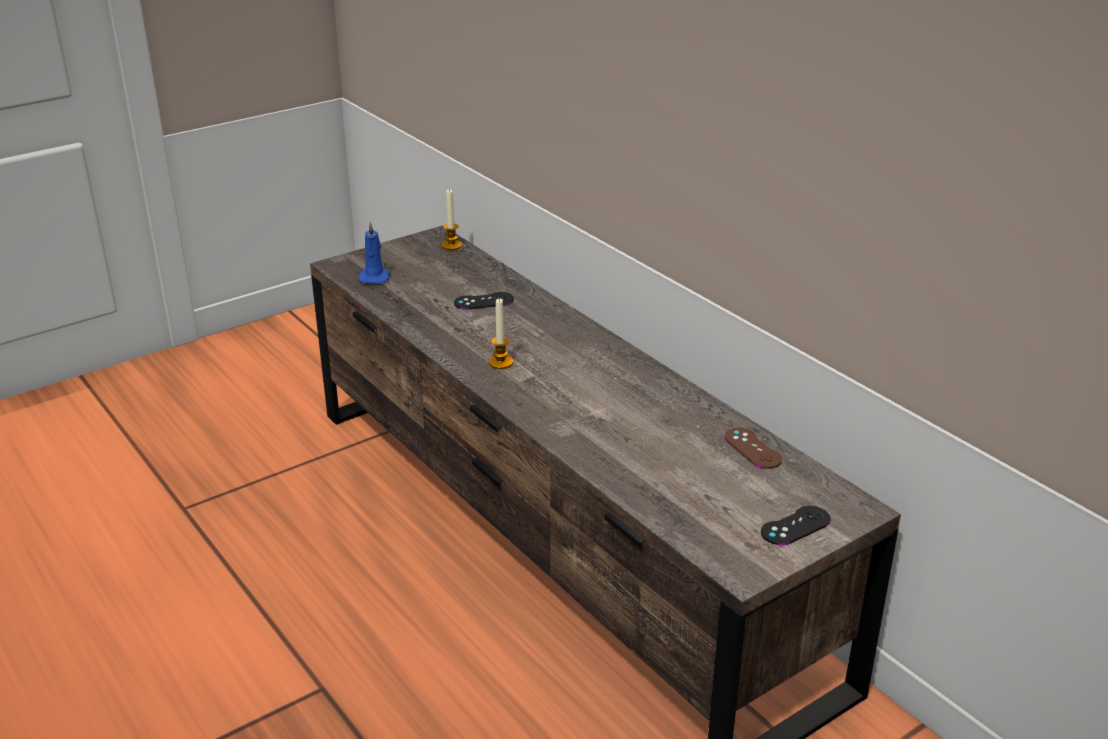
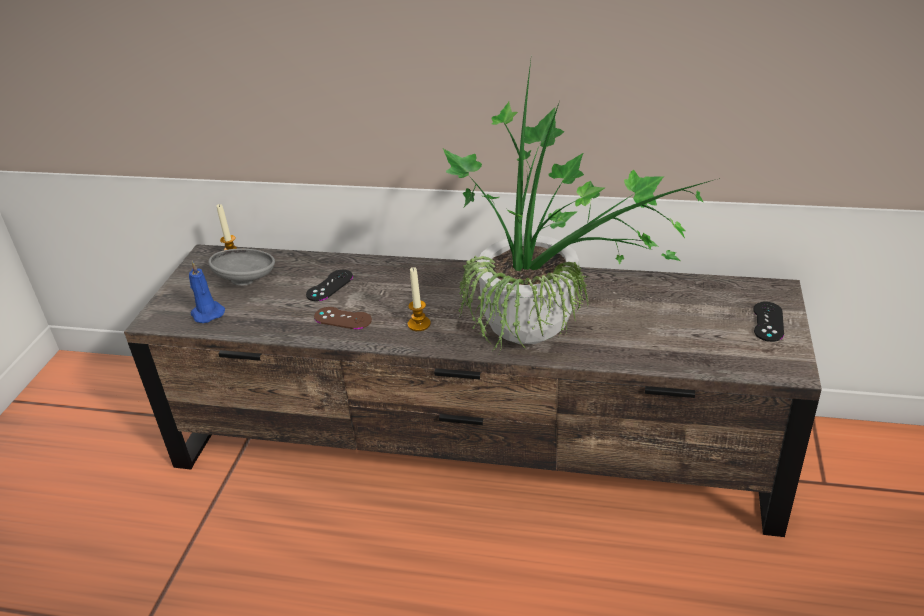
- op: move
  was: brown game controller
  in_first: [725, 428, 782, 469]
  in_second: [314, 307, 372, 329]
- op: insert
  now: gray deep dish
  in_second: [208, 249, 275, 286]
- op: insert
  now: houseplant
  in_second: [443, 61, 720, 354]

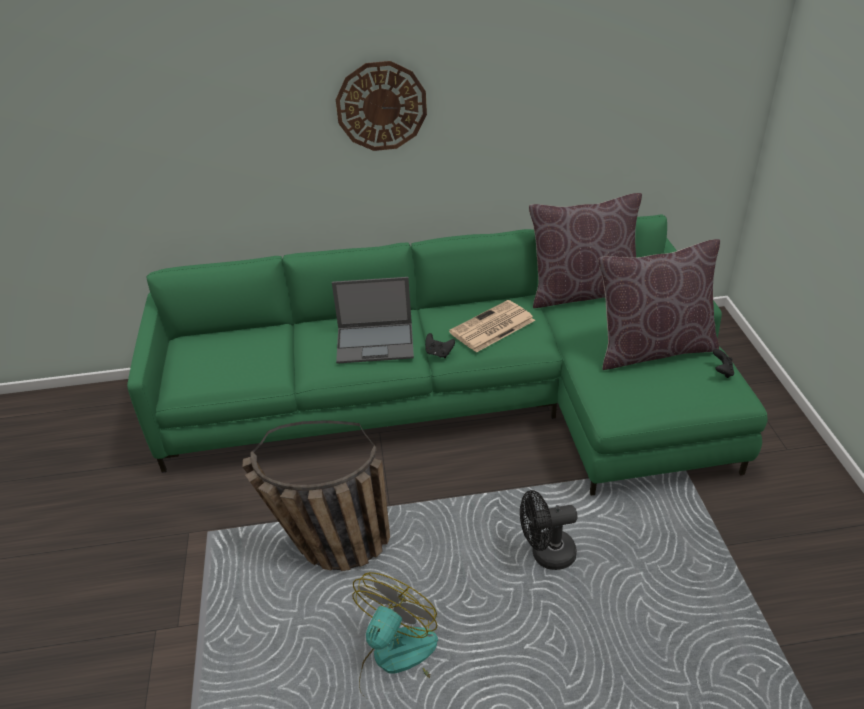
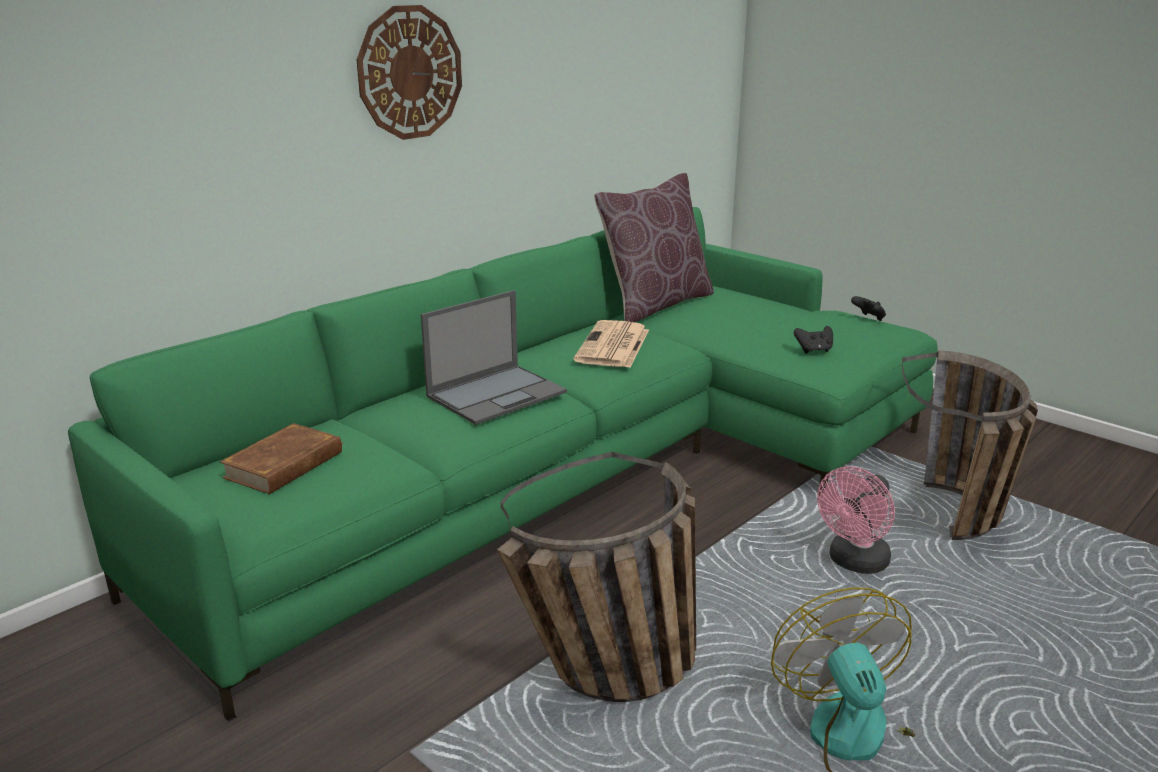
- op: move
  was: black game controller
  in_first: [425, 333, 455, 358]
  in_second: [794, 326, 833, 354]
- op: recolor
  was: black electric fan
  now: pinkish electric fan
  in_first: [520, 490, 578, 570]
  in_second: [817, 466, 895, 574]
- op: delete
  was: brown cushion
  in_first: [598, 239, 720, 370]
- op: insert
  now: brown book
  in_second: [220, 423, 343, 494]
- op: insert
  now: basket
  in_second: [902, 350, 1038, 540]

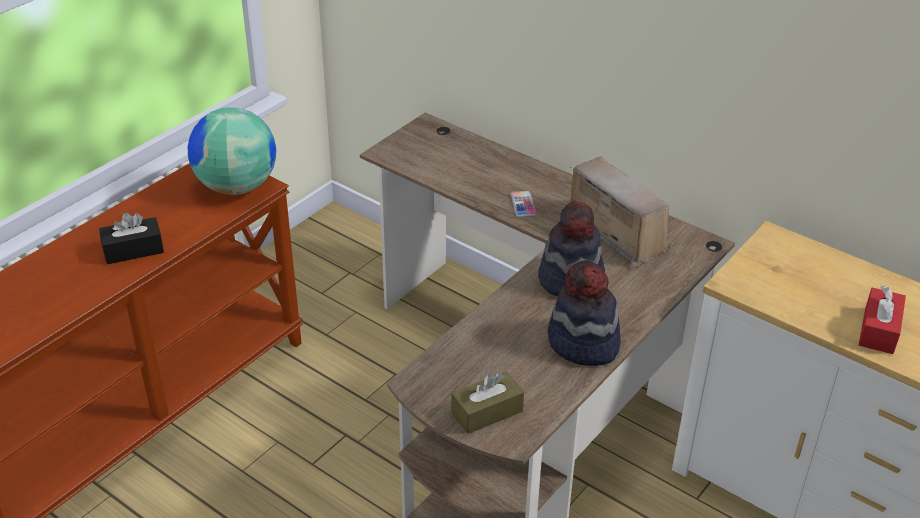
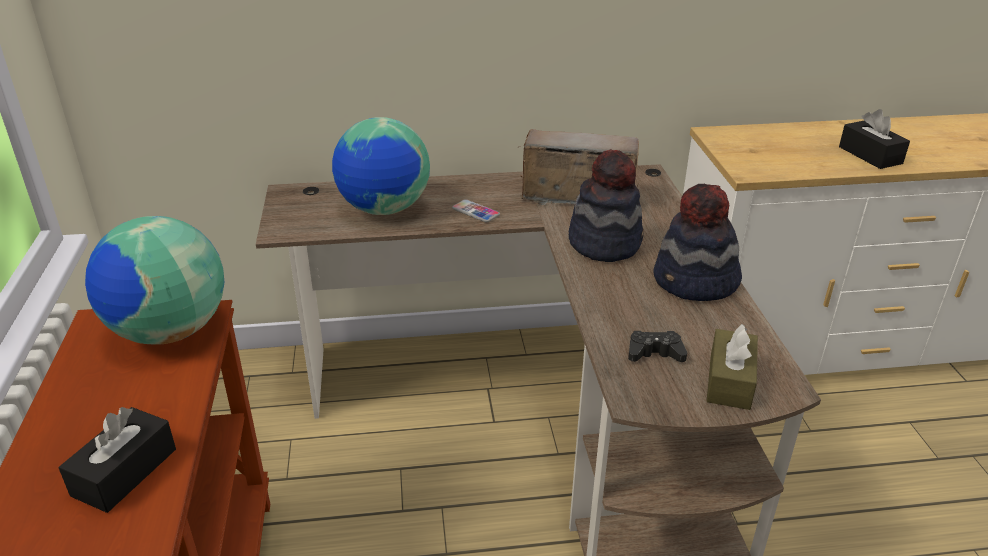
- op: recolor
  was: red-coloured box of tissues
  now: black box of tissues
  in_first: [859, 286, 906, 354]
  in_second: [839, 109, 910, 169]
- op: insert
  now: world globe
  in_second: [332, 117, 430, 215]
- op: insert
  now: black game controller
  in_second: [628, 331, 687, 362]

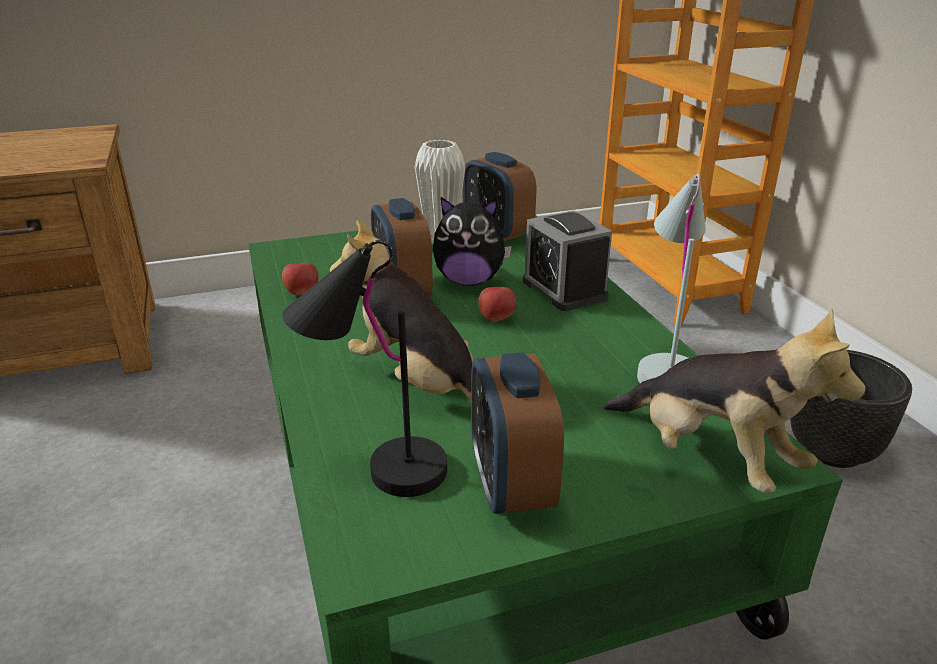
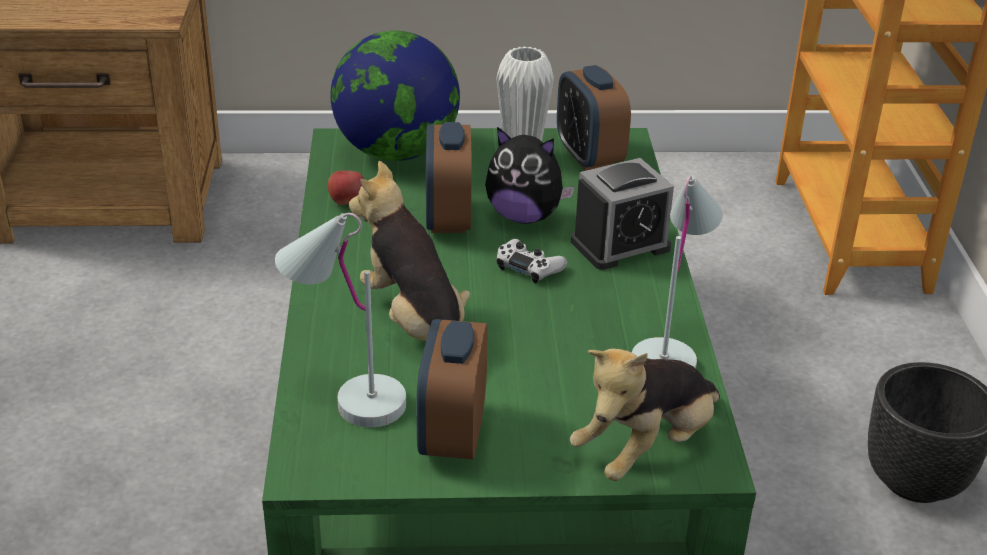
- op: recolor
  was: black table lamp
  now: white-coloured table lamp
  in_first: [282, 240, 447, 497]
  in_second: [275, 213, 406, 427]
- op: replace
  was: whole apple
  now: white-coloured game controller
  in_first: [478, 287, 516, 322]
  in_second: [496, 239, 567, 284]
- op: rotate
  was: bedside clock
  in_first: [523, 210, 612, 311]
  in_second: [571, 158, 674, 270]
  clockwise: -105
- op: rotate
  was: plush toy
  in_first: [603, 308, 866, 493]
  in_second: [570, 349, 720, 481]
  clockwise: 75
- op: insert
  now: world globe
  in_second: [330, 31, 460, 161]

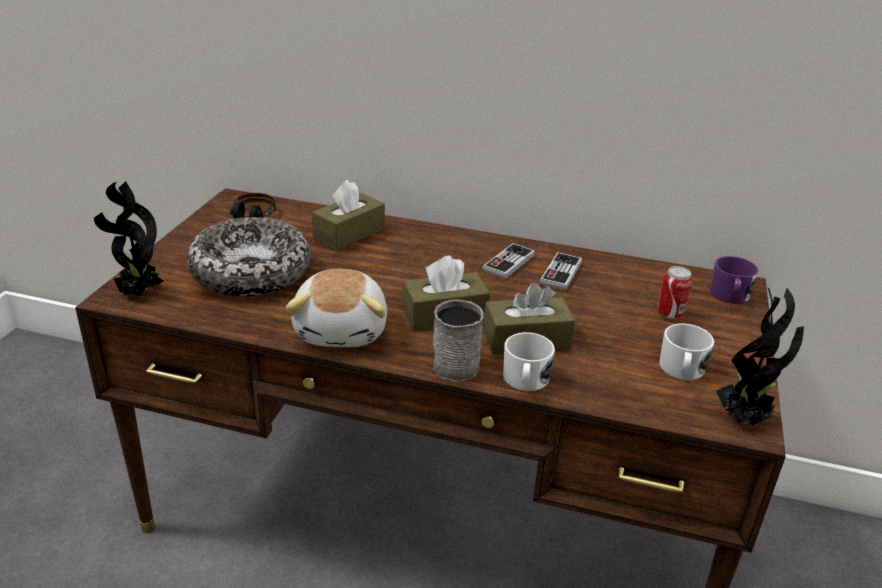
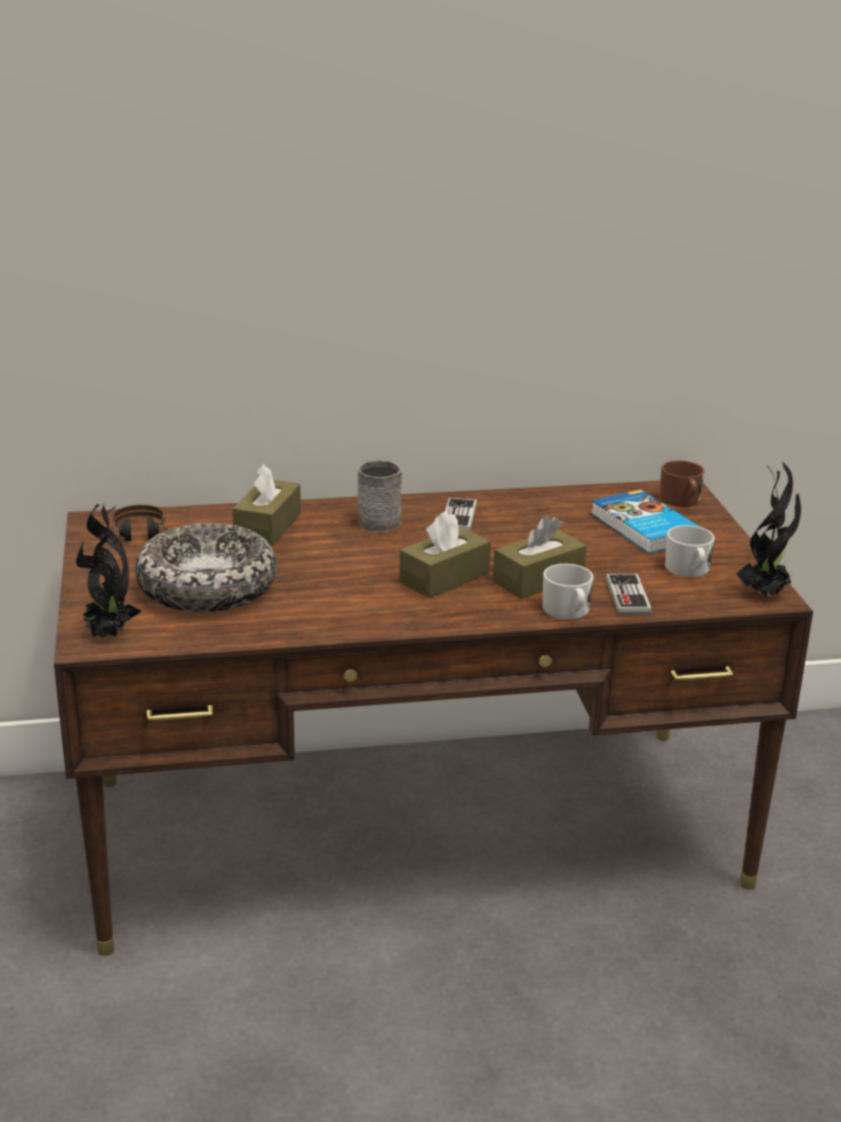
- op: delete
  was: plush toy
  in_first: [286, 269, 387, 347]
- op: move
  was: gray mug
  in_first: [433, 300, 484, 382]
  in_second: [357, 460, 402, 532]
- op: move
  was: game controller
  in_first: [540, 252, 582, 290]
  in_second: [606, 574, 651, 615]
- op: replace
  was: can
  now: book
  in_first: [657, 266, 692, 320]
  in_second: [591, 490, 700, 553]
- op: recolor
  was: purple-coloured mug
  now: brown mug
  in_first: [710, 256, 759, 304]
  in_second: [660, 461, 705, 507]

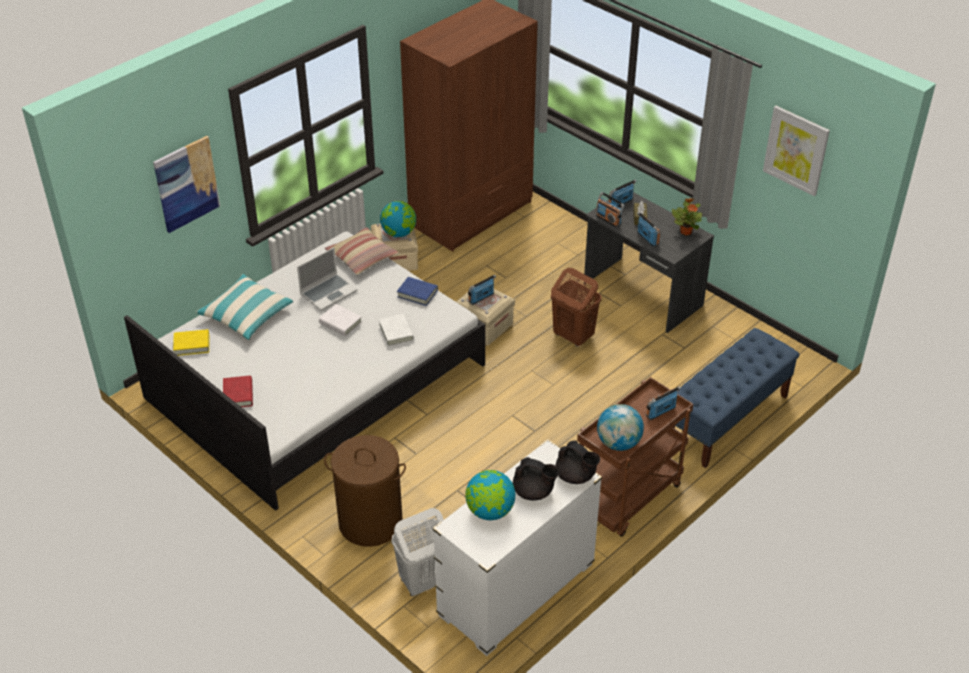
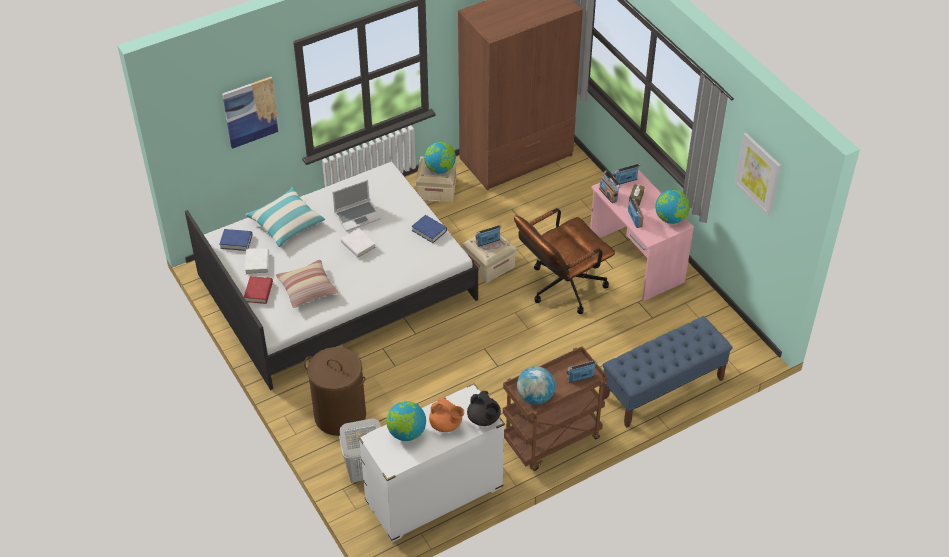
- op: recolor
  was: yellow-coloured book
  now: bluish book
  in_first: [173, 329, 209, 356]
  in_second: [220, 229, 252, 251]
- op: move
  was: cushion
  in_first: [325, 227, 399, 275]
  in_second: [276, 260, 339, 308]
- op: move
  was: white-coloured book
  in_first: [379, 314, 414, 347]
  in_second: [245, 248, 269, 274]
- op: recolor
  was: black tea pot
  now: orangey tea pot
  in_first: [513, 457, 559, 500]
  in_second: [429, 397, 464, 432]
- op: replace
  was: brown hamper
  now: brown computer chair
  in_first: [551, 268, 601, 347]
  in_second: [514, 208, 615, 314]
- op: recolor
  was: gray desk
  now: pinkish desk
  in_first: [584, 192, 714, 333]
  in_second: [590, 170, 694, 301]
- op: replace
  was: houseplant
  now: world globe
  in_first: [672, 198, 702, 235]
  in_second: [655, 190, 690, 224]

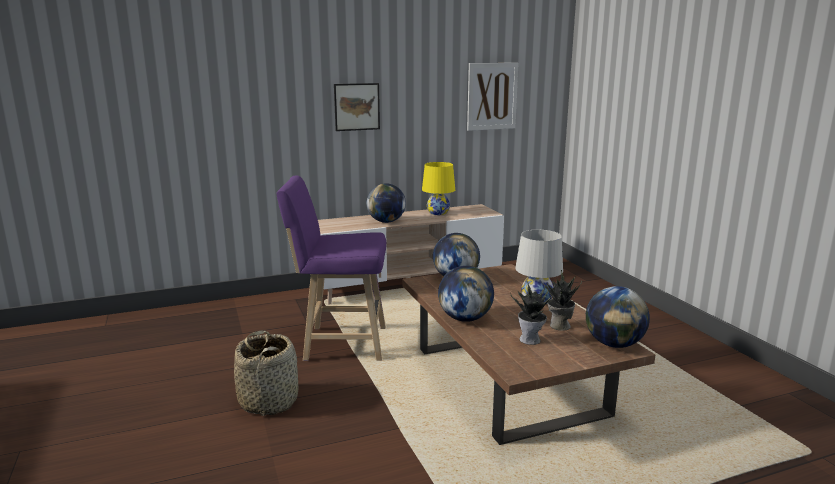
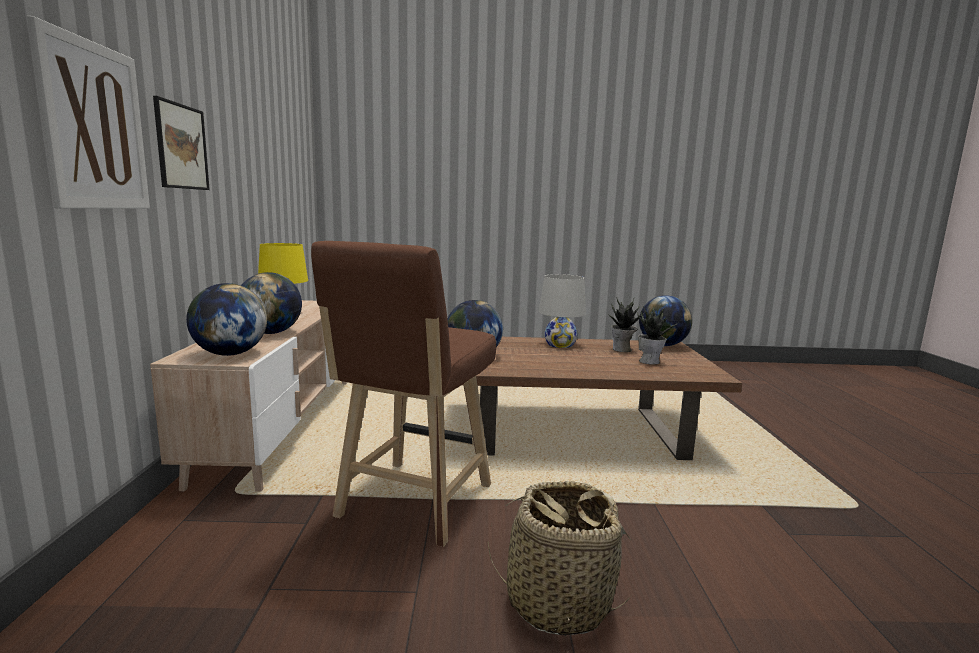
- op: recolor
  was: purple-coloured stool seat
  now: brown stool seat
  in_first: [277, 175, 386, 361]
  in_second: [311, 241, 496, 547]
- op: move
  was: world globe
  in_first: [438, 266, 494, 322]
  in_second: [186, 283, 267, 356]
- op: move
  was: picture
  in_first: [467, 63, 519, 131]
  in_second: [27, 16, 150, 209]

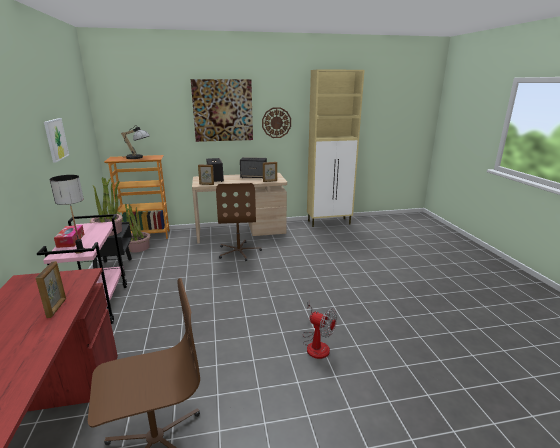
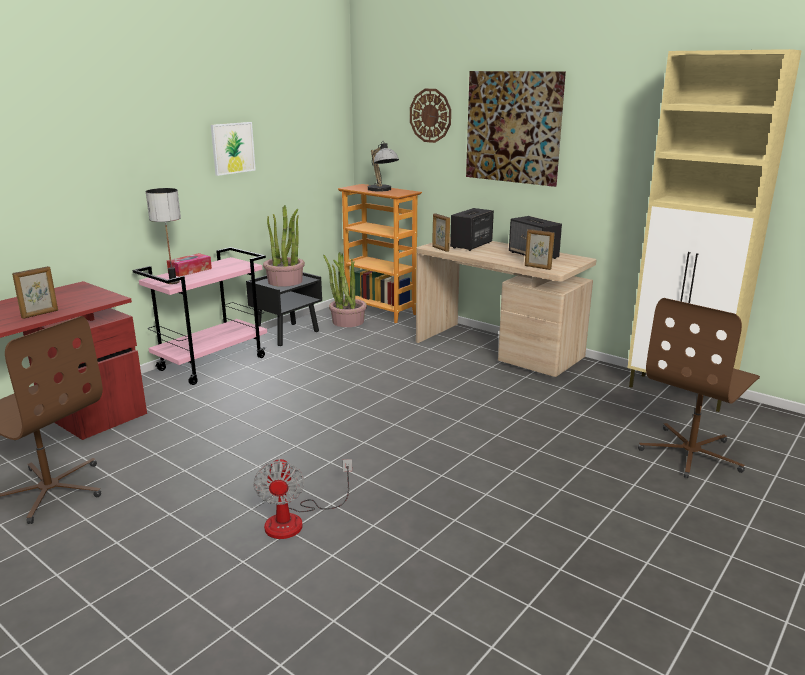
- op: move
  was: brown computer chair
  in_first: [216, 183, 262, 261]
  in_second: [638, 298, 760, 478]
- op: move
  was: hanging clock
  in_first: [262, 107, 291, 138]
  in_second: [410, 89, 451, 143]

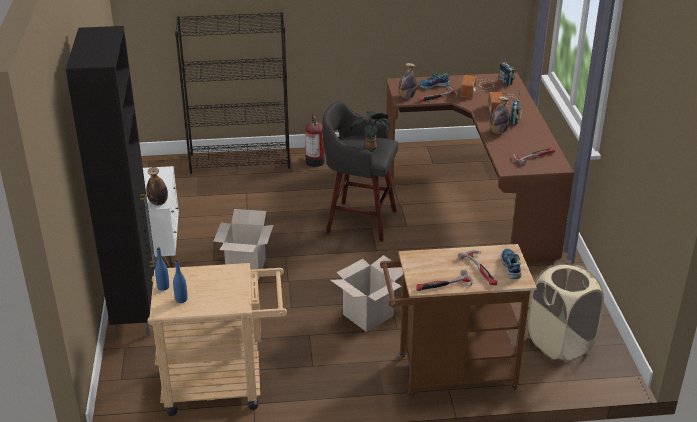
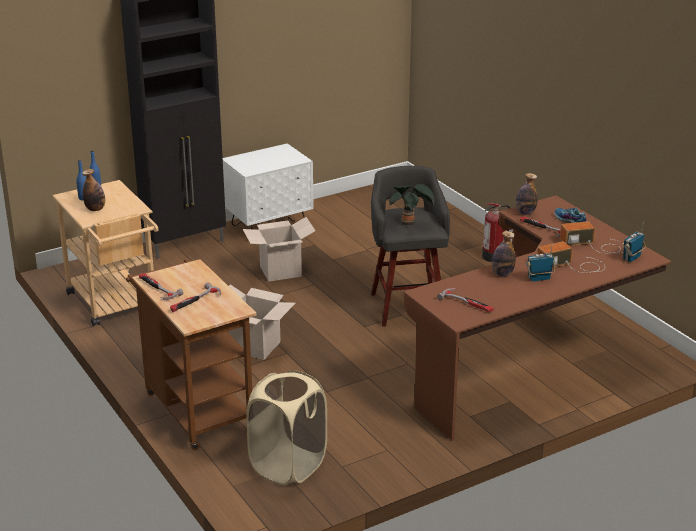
- op: move
  was: drink bottle
  in_first: [146, 167, 168, 206]
  in_second: [82, 169, 105, 211]
- op: delete
  was: black bookcase
  in_first: [175, 12, 290, 174]
- op: delete
  was: item of footwear
  in_first: [501, 248, 521, 279]

